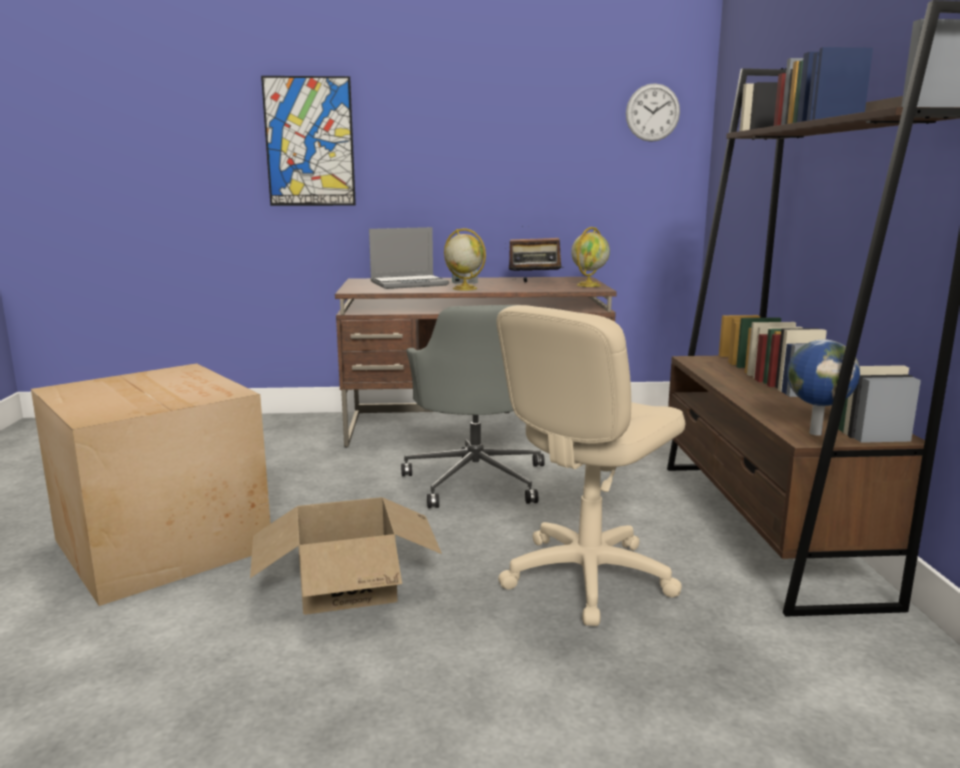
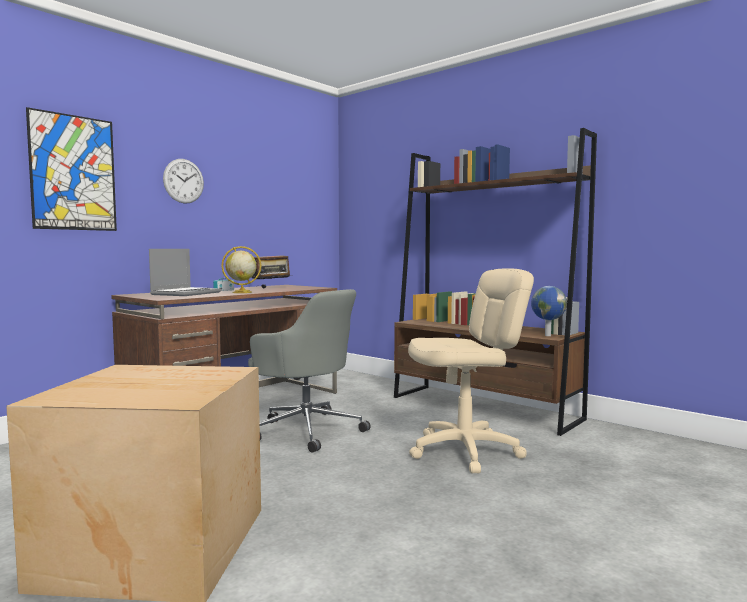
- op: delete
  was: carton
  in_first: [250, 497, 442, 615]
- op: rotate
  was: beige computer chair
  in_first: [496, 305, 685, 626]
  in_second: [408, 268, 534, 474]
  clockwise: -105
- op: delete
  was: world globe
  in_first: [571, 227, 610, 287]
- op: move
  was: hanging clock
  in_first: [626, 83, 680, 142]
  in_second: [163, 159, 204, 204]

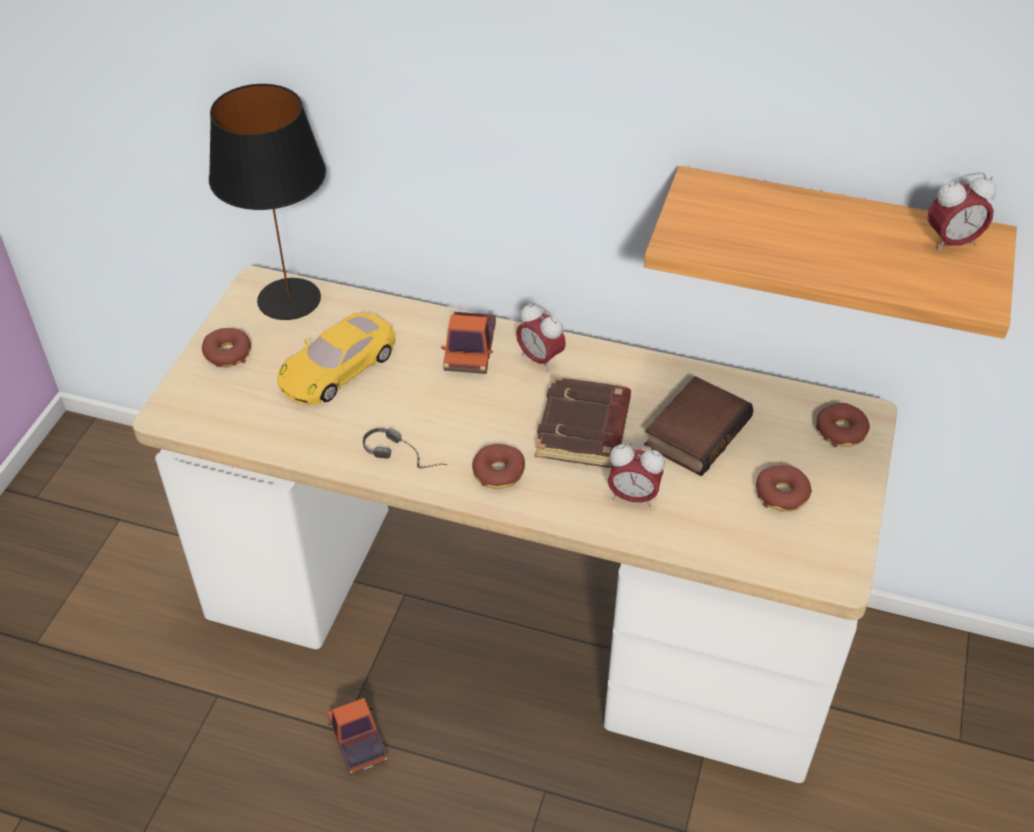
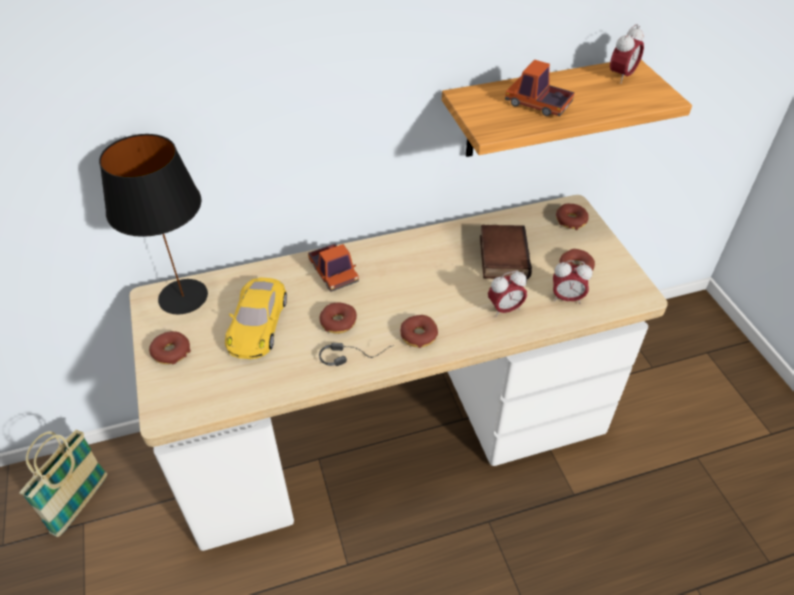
- op: move
  was: toy truck
  in_first: [327, 698, 388, 775]
  in_second: [505, 60, 575, 116]
- op: move
  was: bedside clock
  in_first: [516, 303, 566, 372]
  in_second: [553, 260, 593, 304]
- op: delete
  was: brown book
  in_first: [535, 376, 631, 468]
- op: insert
  now: basket
  in_second: [20, 430, 107, 537]
- op: insert
  now: donut
  in_second: [320, 303, 357, 334]

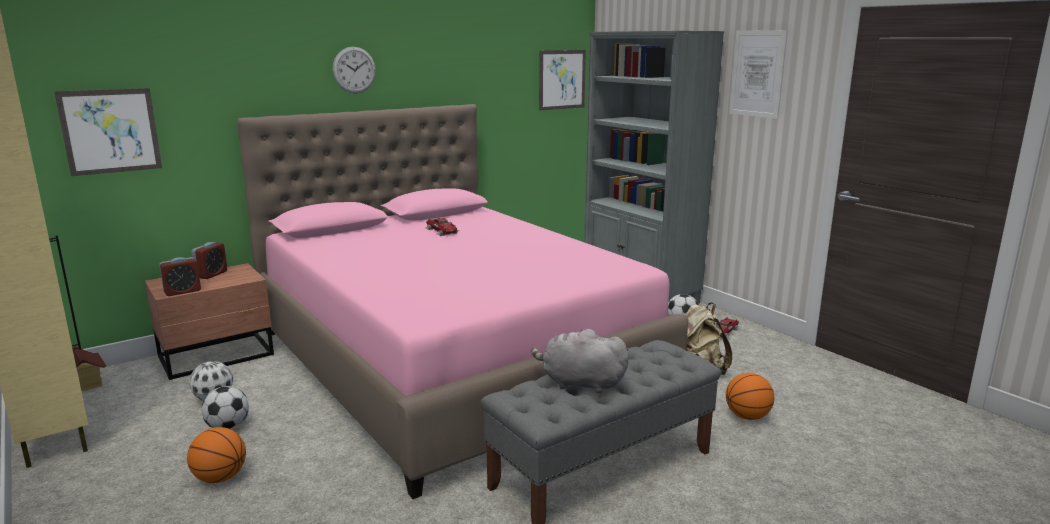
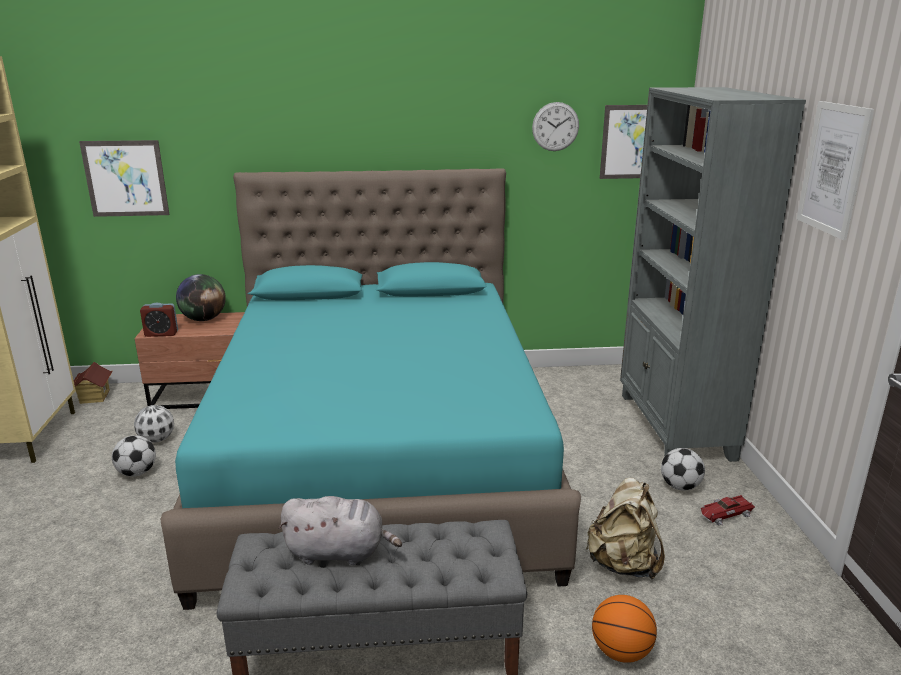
- op: delete
  was: ball for basketball
  in_first: [187, 427, 246, 483]
- op: replace
  was: bedside clock
  now: world globe
  in_first: [191, 242, 227, 279]
  in_second: [176, 274, 226, 321]
- op: recolor
  was: pinkish sleeping bed
  now: turquoise sleeping bed
  in_first: [237, 104, 689, 499]
  in_second: [161, 168, 581, 610]
- op: move
  was: hanging clock
  in_first: [333, 47, 376, 93]
  in_second: [532, 102, 579, 151]
- op: delete
  was: model car
  in_first: [426, 217, 460, 236]
- op: rotate
  was: gray plush toy
  in_first: [531, 329, 629, 393]
  in_second: [278, 496, 402, 565]
  clockwise: 135

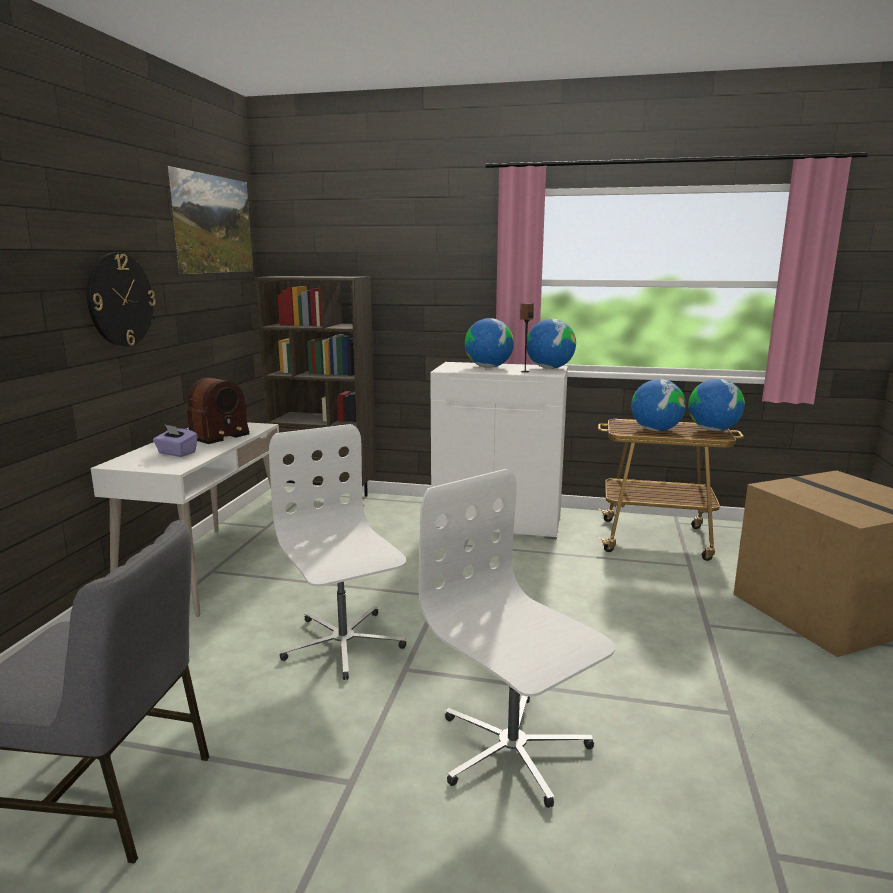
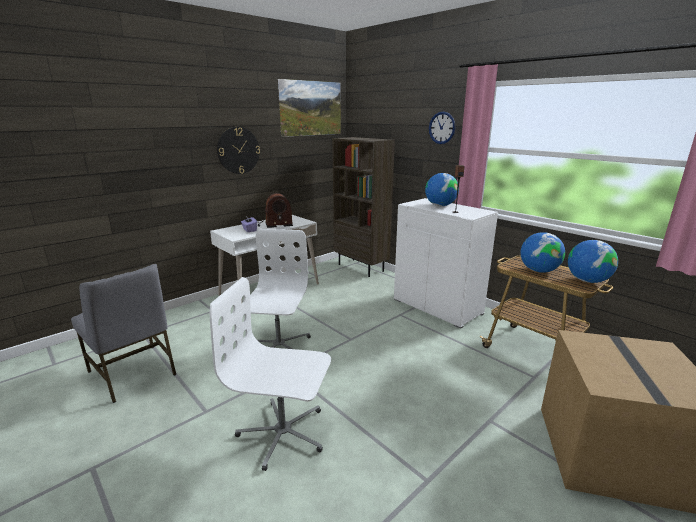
- op: rotate
  was: white-coloured computer chair
  in_first: [419, 469, 615, 808]
  in_second: [210, 277, 331, 471]
  clockwise: -75
- op: delete
  was: world globe
  in_first: [527, 319, 576, 369]
- op: insert
  now: hanging clock
  in_second: [429, 112, 455, 144]

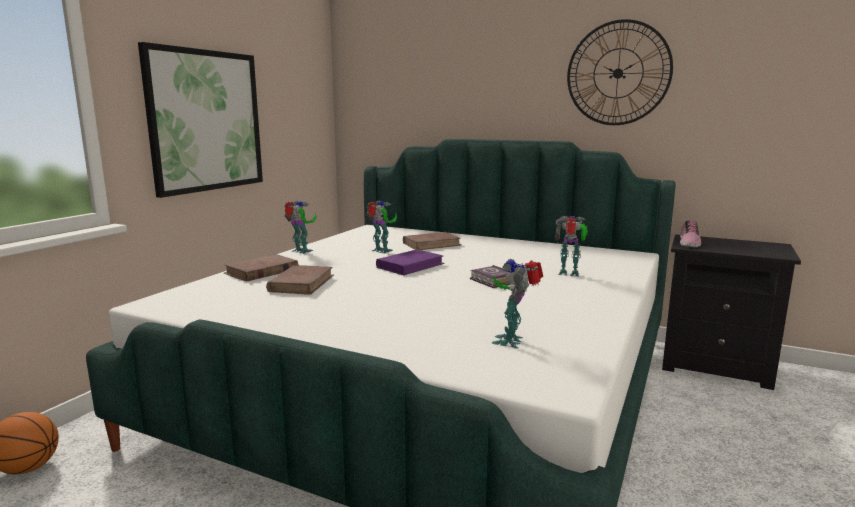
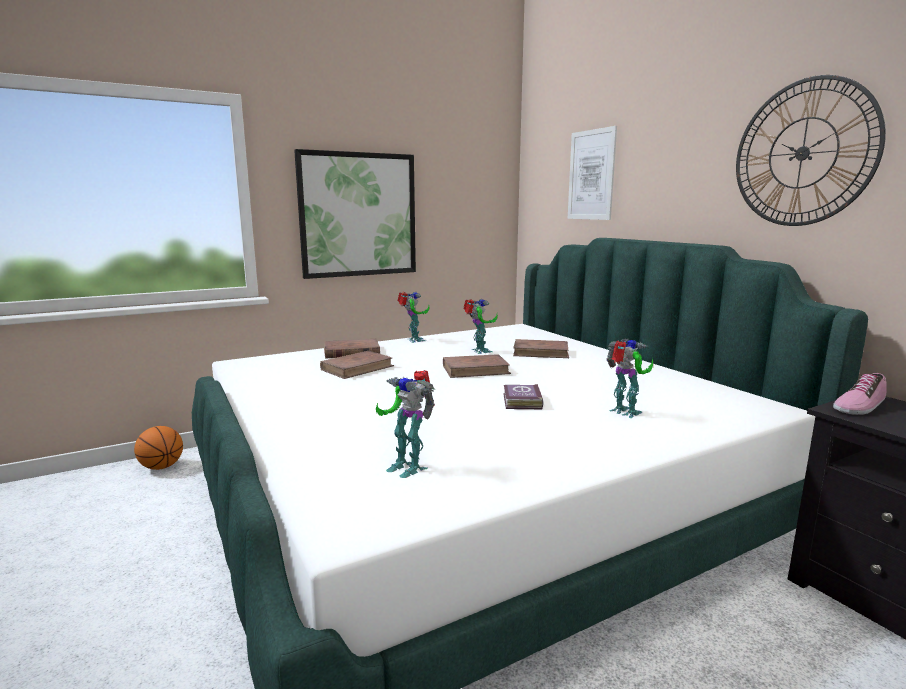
- op: recolor
  was: purple-coloured book
  now: brown book
  in_first: [376, 249, 445, 275]
  in_second: [443, 354, 511, 378]
- op: rotate
  was: toy robot
  in_first: [491, 259, 543, 348]
  in_second: [376, 370, 435, 478]
  clockwise: -105
- op: insert
  now: picture
  in_second: [568, 126, 617, 220]

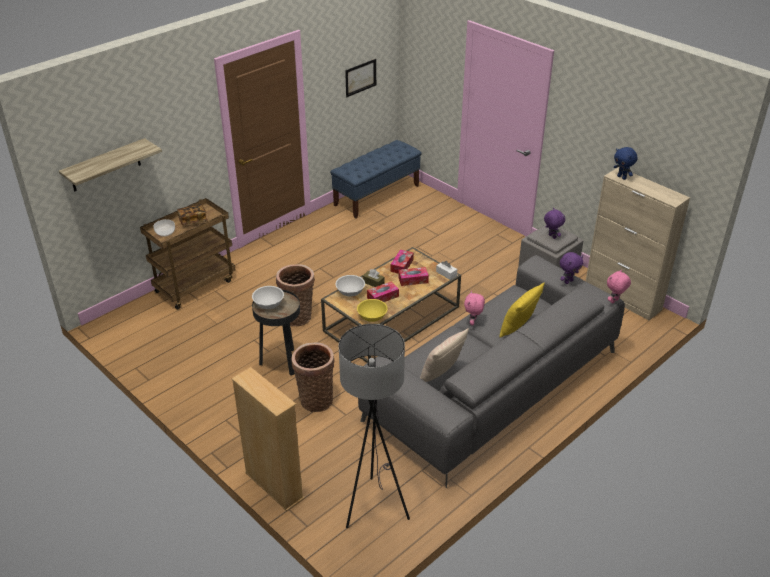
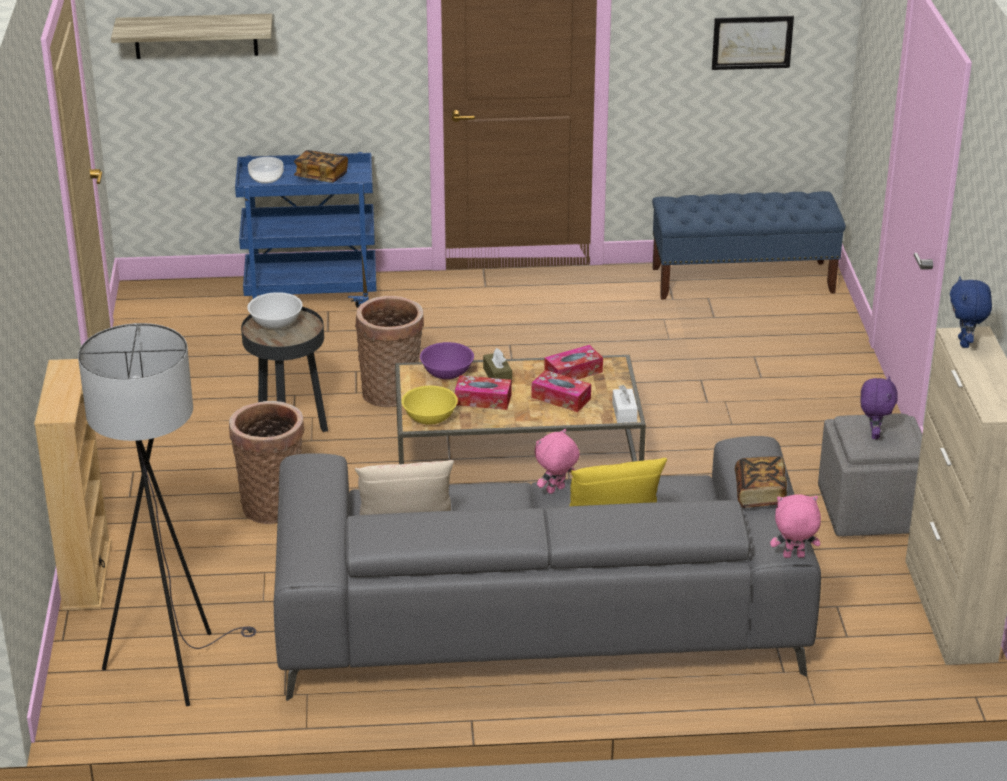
- op: recolor
  was: brown trolley
  now: bluish trolley
  in_first: [140, 198, 236, 310]
  in_second: [235, 152, 377, 308]
- op: recolor
  was: white-coloured deep dish
  now: purple-coloured deep dish
  in_first: [335, 275, 365, 297]
  in_second: [420, 342, 474, 379]
- op: replace
  was: purple-coloured plush toy
  now: book
  in_first: [560, 252, 583, 284]
  in_second: [735, 456, 787, 508]

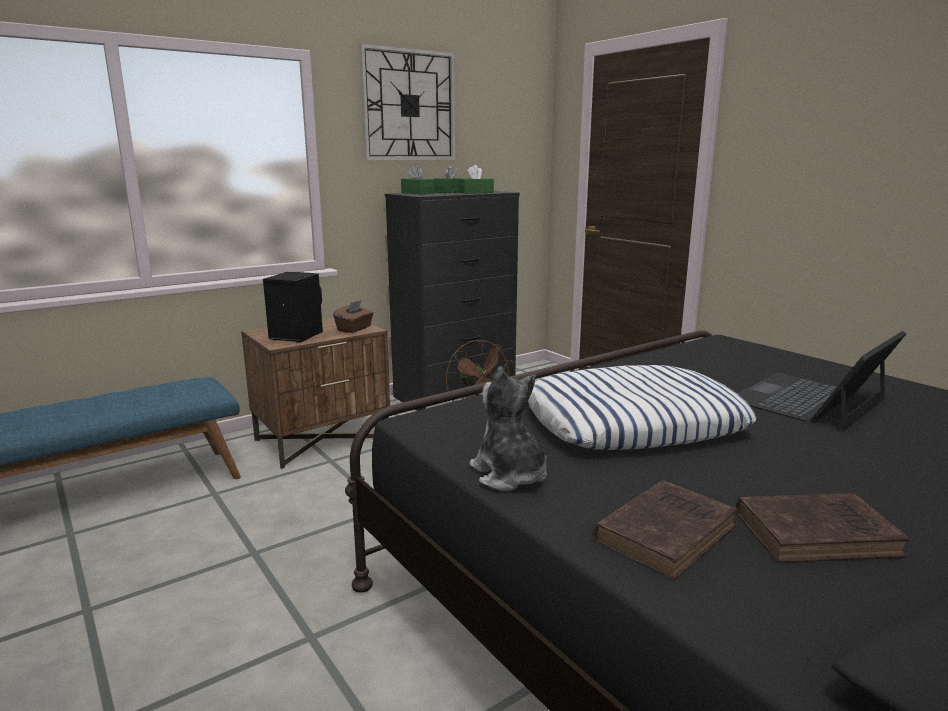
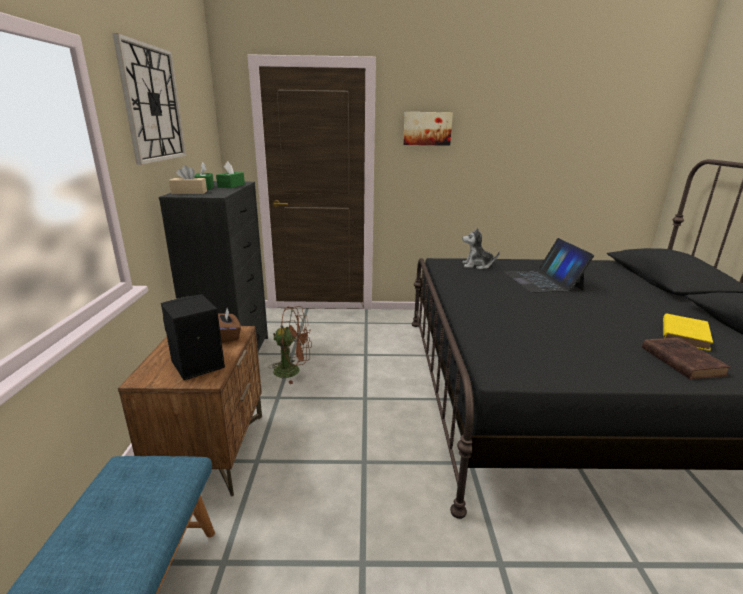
- op: recolor
  was: green-coloured box of tissues
  now: beige box of tissues
  in_first: [401, 165, 434, 194]
  in_second: [169, 165, 207, 194]
- op: move
  was: plush toy
  in_first: [469, 366, 547, 491]
  in_second: [462, 228, 500, 269]
- op: delete
  was: cushion
  in_first: [528, 365, 756, 450]
- op: recolor
  was: brown book
  now: yellow-coloured book
  in_first: [736, 493, 910, 563]
  in_second: [663, 313, 713, 351]
- op: insert
  now: picture
  in_second: [403, 112, 453, 146]

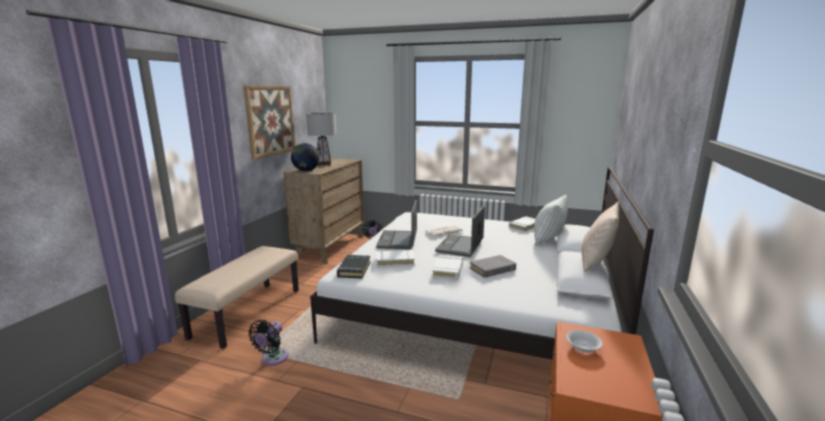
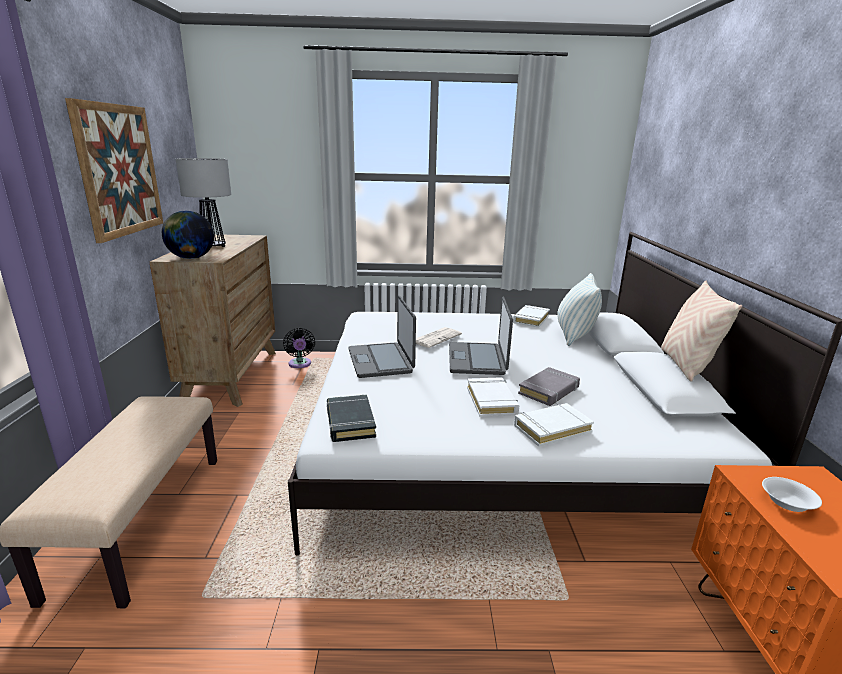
- op: delete
  was: black electric fan
  in_first: [248, 320, 289, 366]
- op: move
  was: white-coloured book
  in_first: [376, 250, 415, 267]
  in_second: [514, 403, 594, 447]

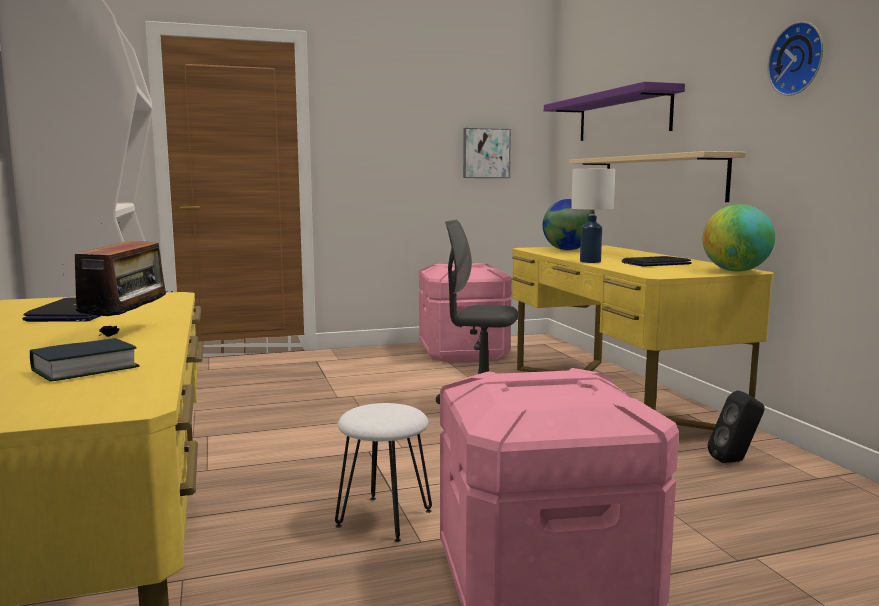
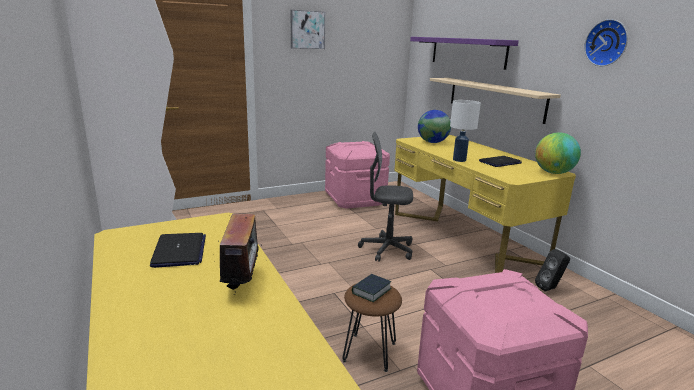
- op: move
  was: book
  in_first: [30, 338, 140, 382]
  in_second: [352, 274, 392, 302]
- op: recolor
  was: white-coloured stool seat
  now: brown stool seat
  in_first: [335, 403, 432, 542]
  in_second: [342, 283, 402, 372]
- op: move
  was: picture
  in_first: [463, 128, 511, 178]
  in_second: [291, 10, 325, 49]

